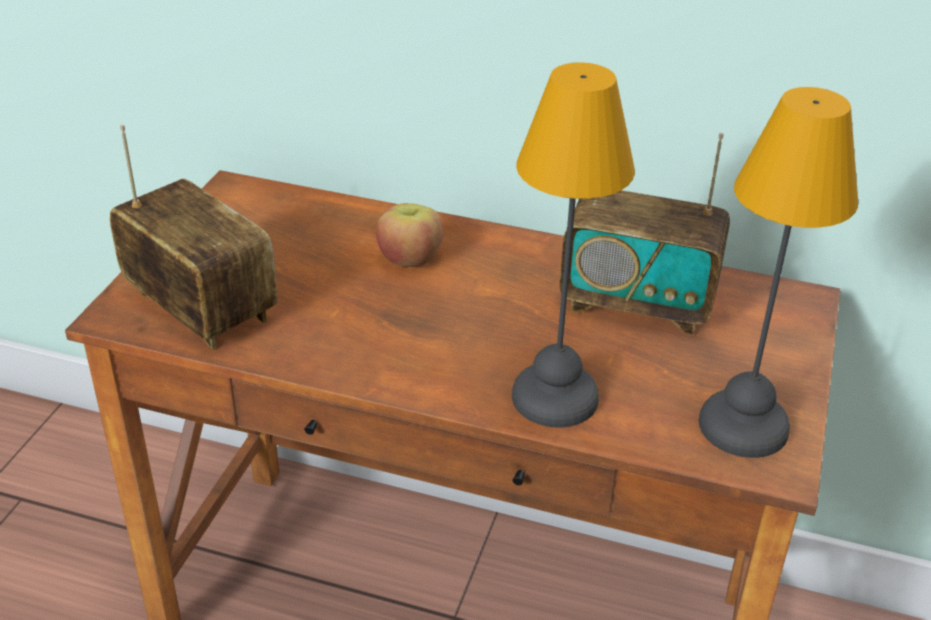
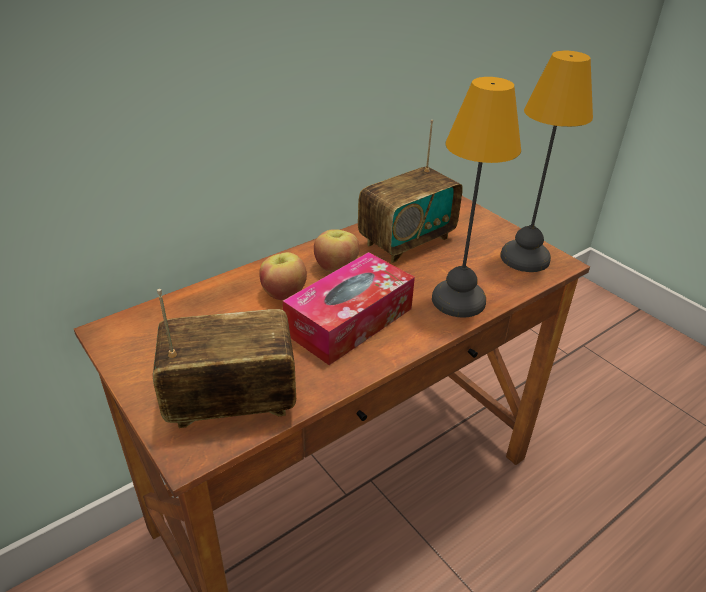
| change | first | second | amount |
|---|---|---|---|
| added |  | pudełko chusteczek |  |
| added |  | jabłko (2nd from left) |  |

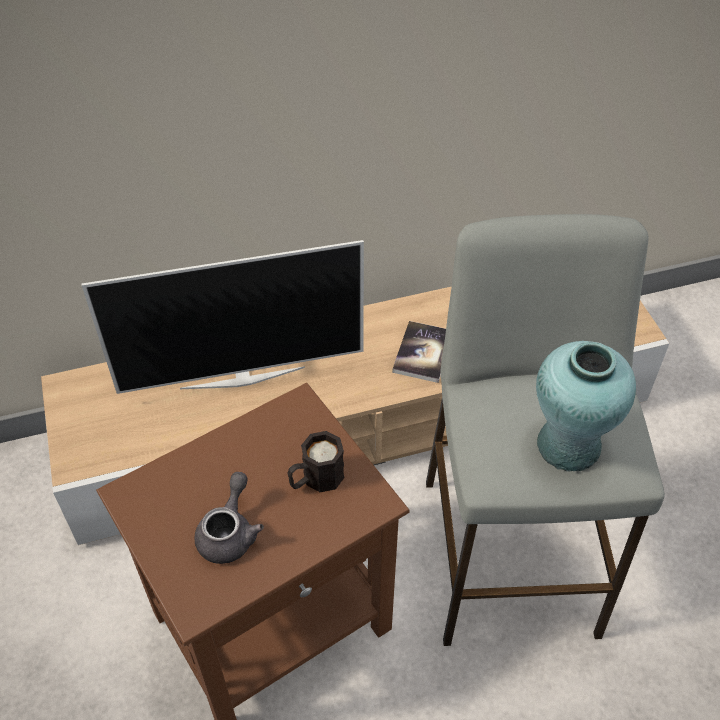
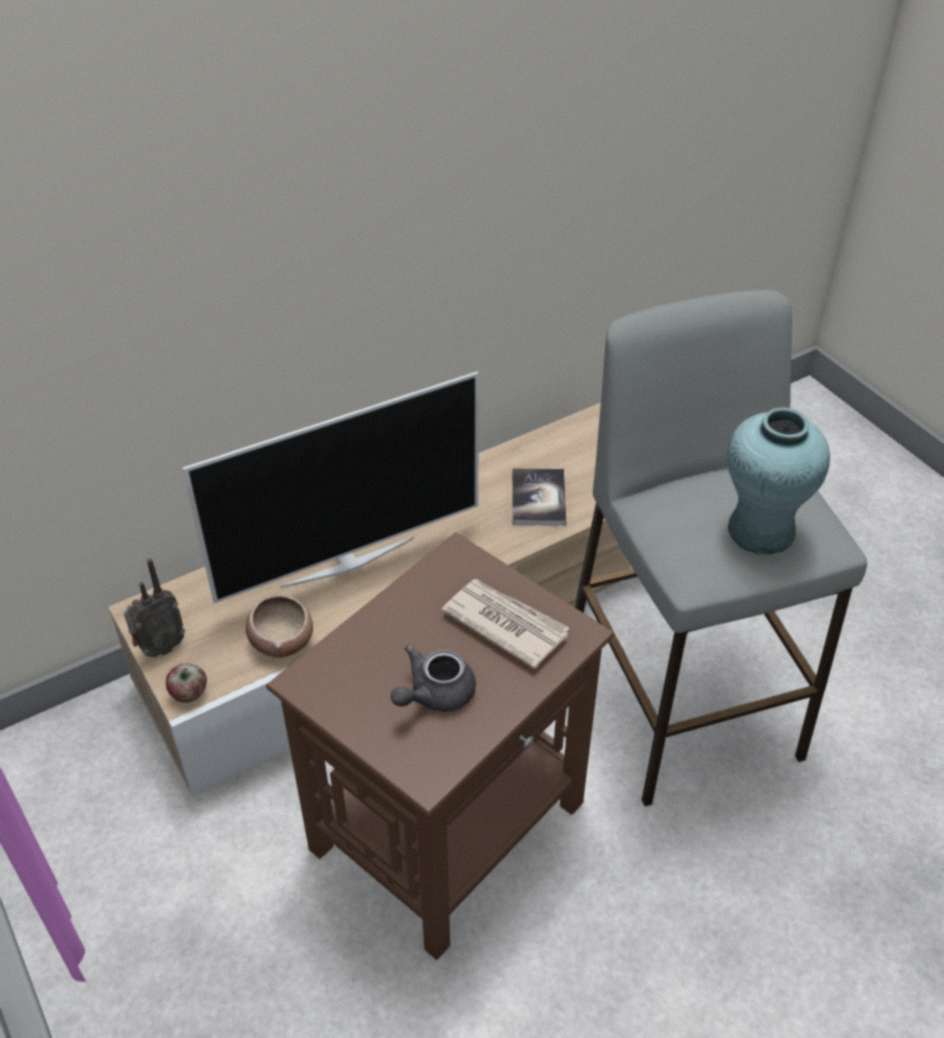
| change | first | second | amount |
|---|---|---|---|
| added |  | radio |  |
| added |  | jabłko |  |
| added |  | miska |  |
| turned | imbryk/szary |  | 135 degrees counterclockwise |
| replaced | kubek/czarny | gazeta |  |

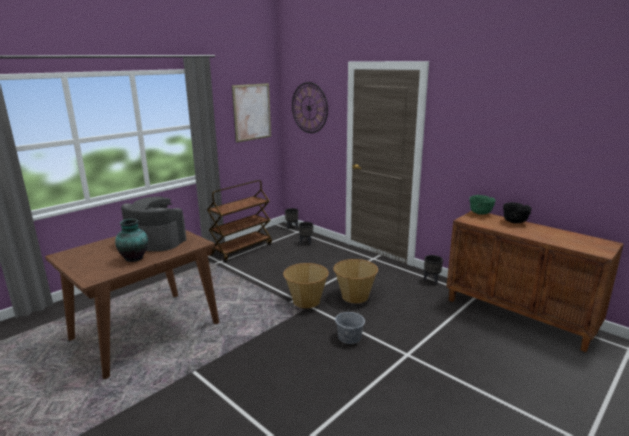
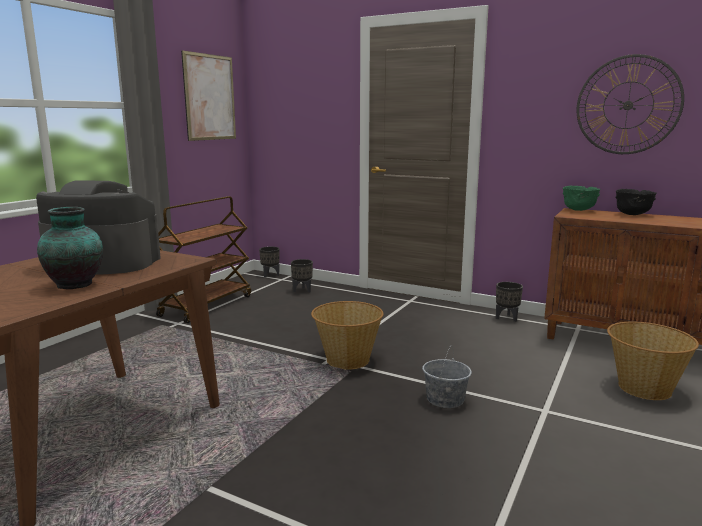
| change | first | second | amount |
|---|---|---|---|
| moved | zegar ścienny |  |  |
| moved | koszyk (2nd from left) |  |  |

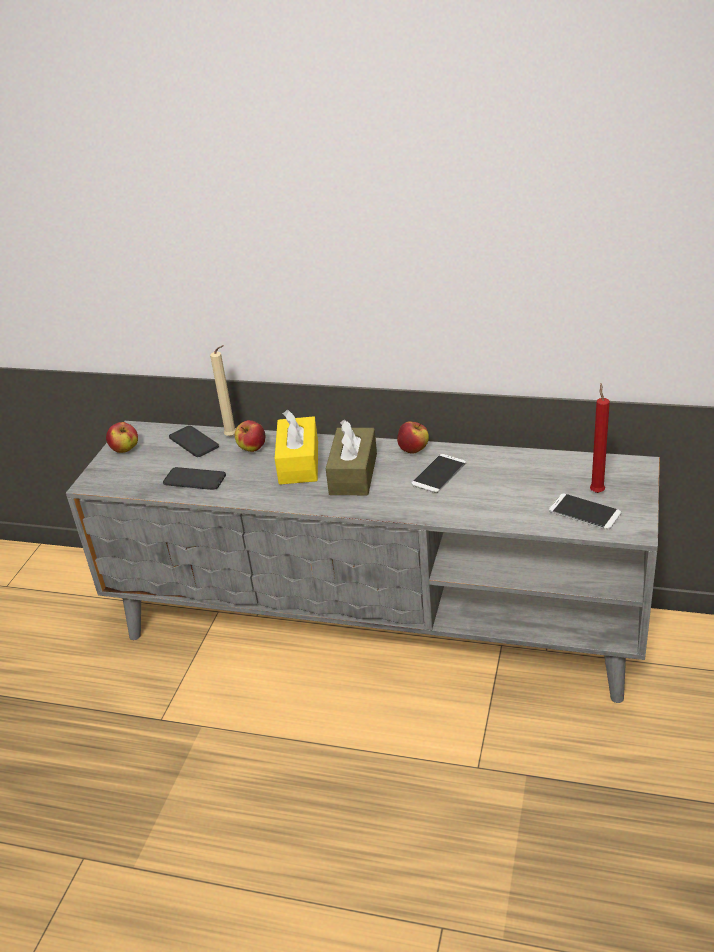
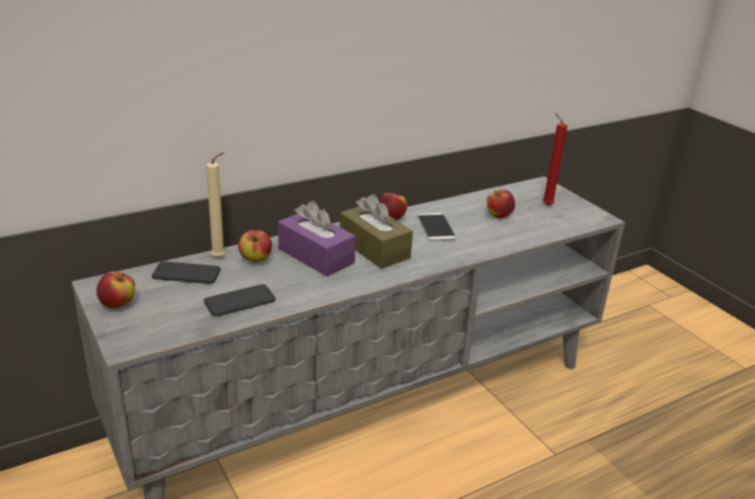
| change | first | second | amount |
|---|---|---|---|
| recoloured | pudełko chusteczek/żółty | pudełko chusteczek/fioletowy |  |
| added |  | jabłko (4th from left) |  |
| removed | telefon (4th from left) |  |  |

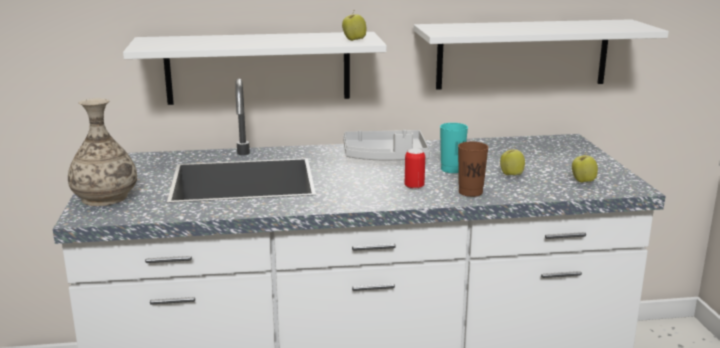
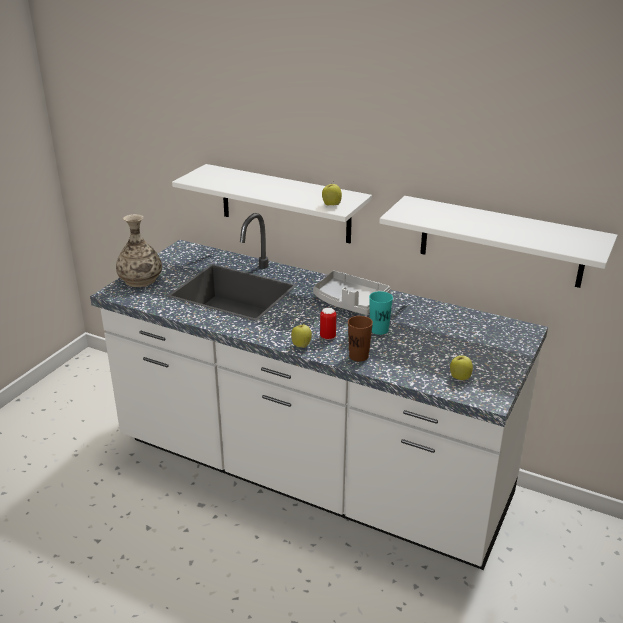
| change | first | second | amount |
|---|---|---|---|
| moved | jabłko (2nd from left in the first image) | jabłko (1st from left) |  |

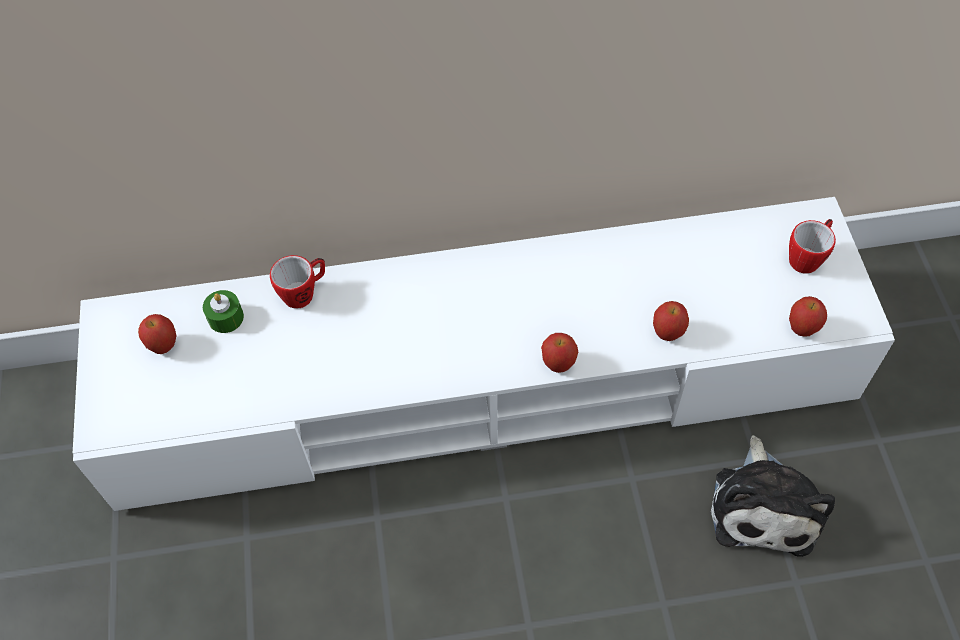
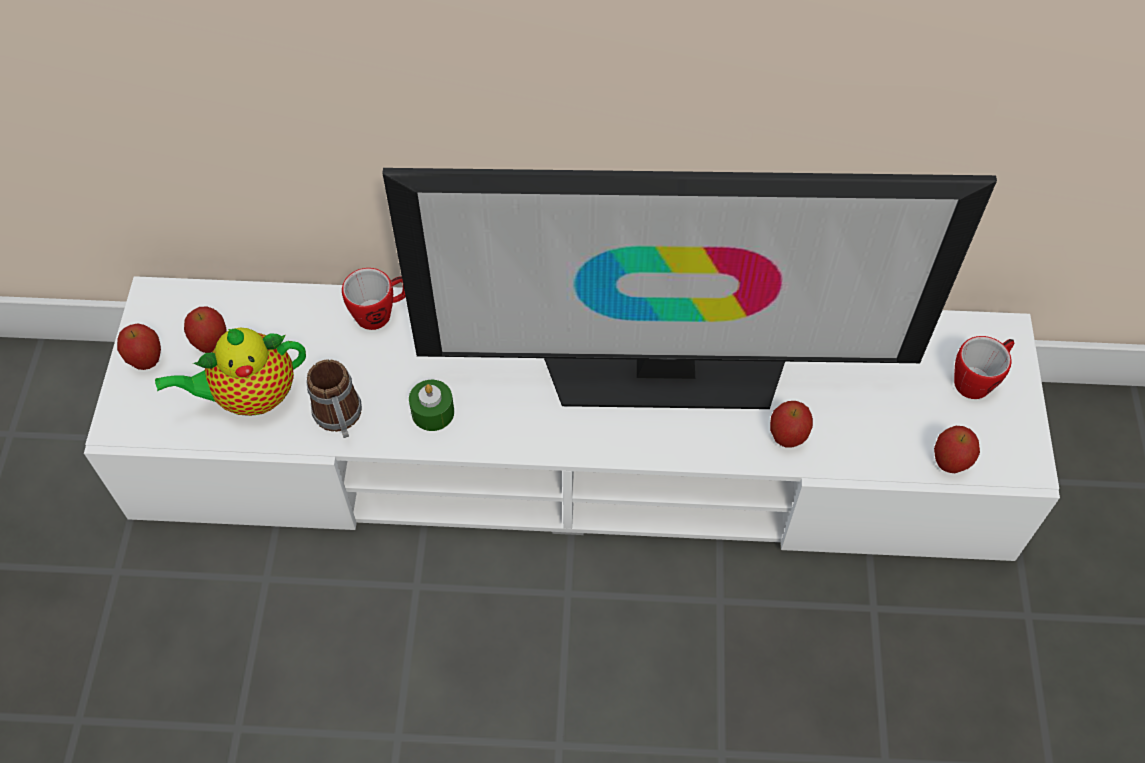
| change | first | second | amount |
|---|---|---|---|
| moved | jabłko (2nd from left in the first image) | jabłko (1st from left) |  |
| added |  | imbryk |  |
| added |  | kubek (1st from left) |  |
| added |  | telewizor |  |
| moved | świeca/zielony |  |  |
| removed | pluszak |  |  |

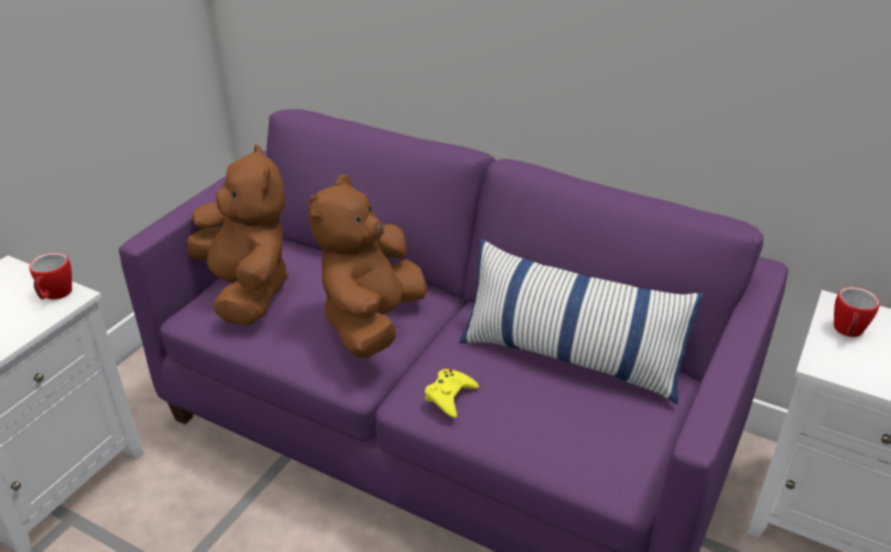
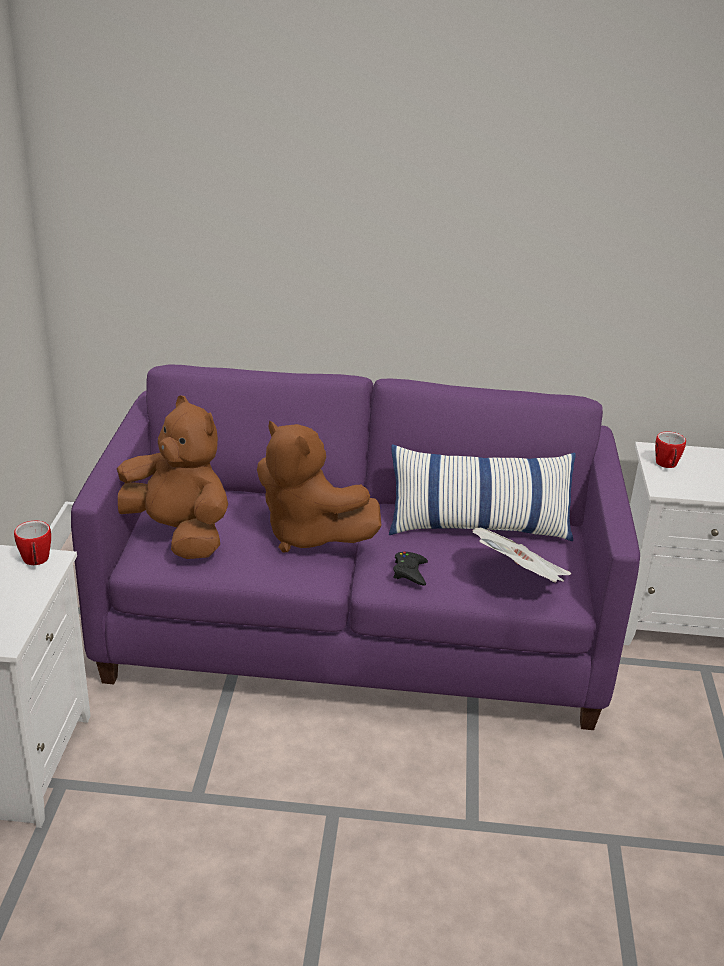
| change | first | second | amount |
|---|---|---|---|
| turned | pluszak/brązowy (2nd from left) |  | 45 degrees counterclockwise |
| recoloured | pad do gier/żółty | pad do gier/czarny |  |
| added |  | gazeta |  |

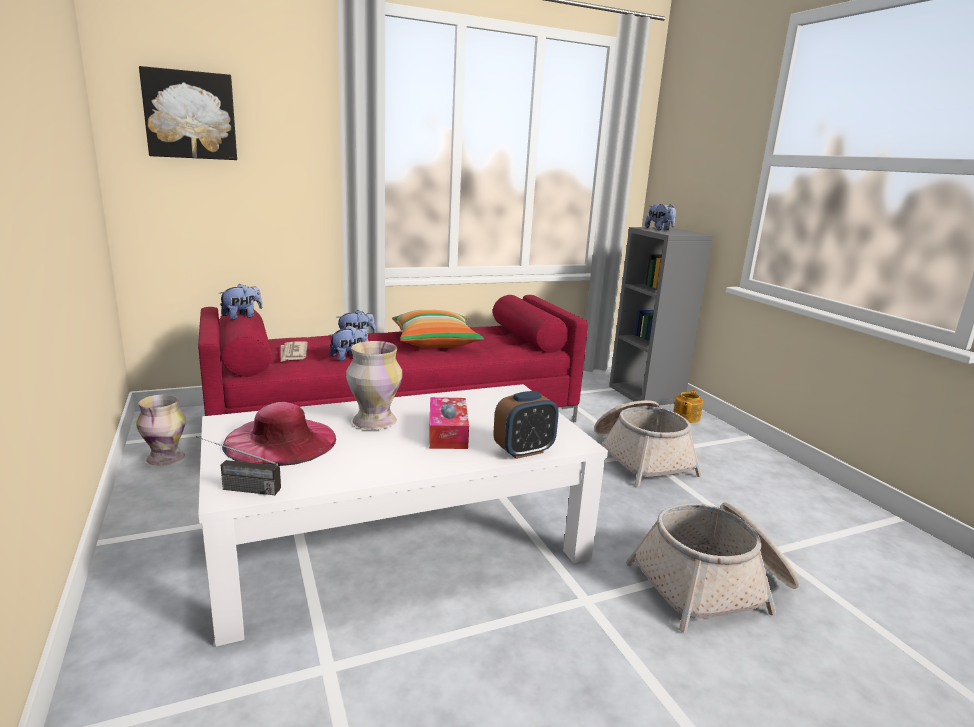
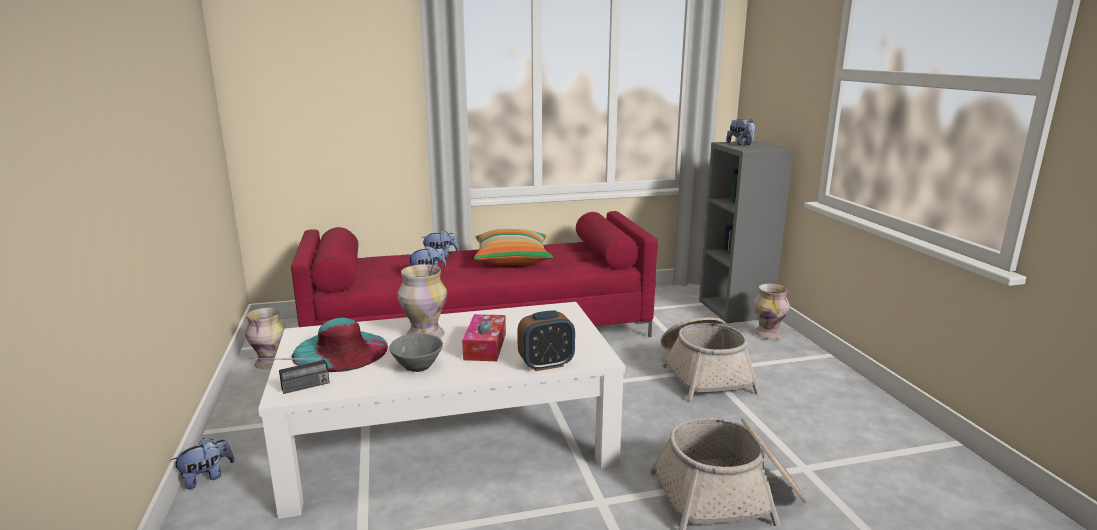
| change | first | second | amount |
|---|---|---|---|
| moved | pluszak (1st from left) |  |  |
| turned | radio |  | 45 degrees counterclockwise |
| recoloured | kapelusz/różowy | kapelusz/turkusowy |  |
| added |  | miska/szary |  |
| replaced | imbryk | wazon (3rd from left) |  |
| removed | obraz |  |  |
| removed | gazeta |  |  |

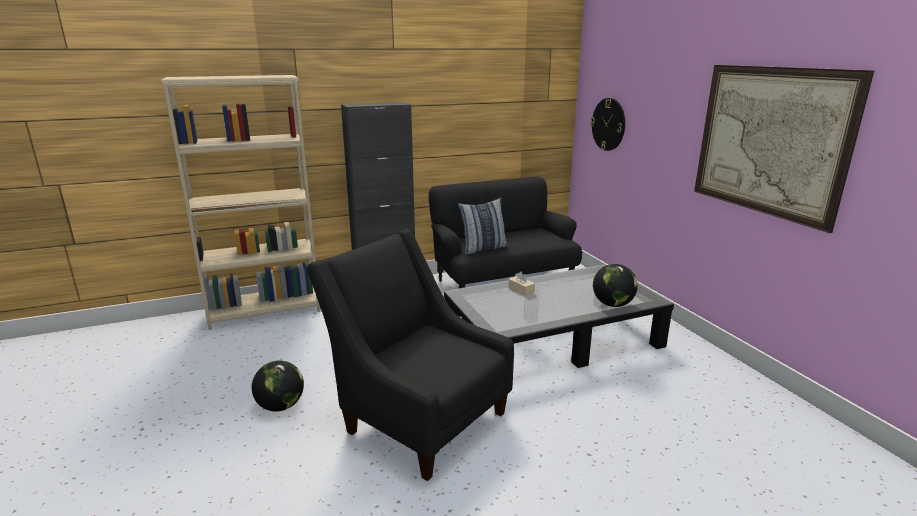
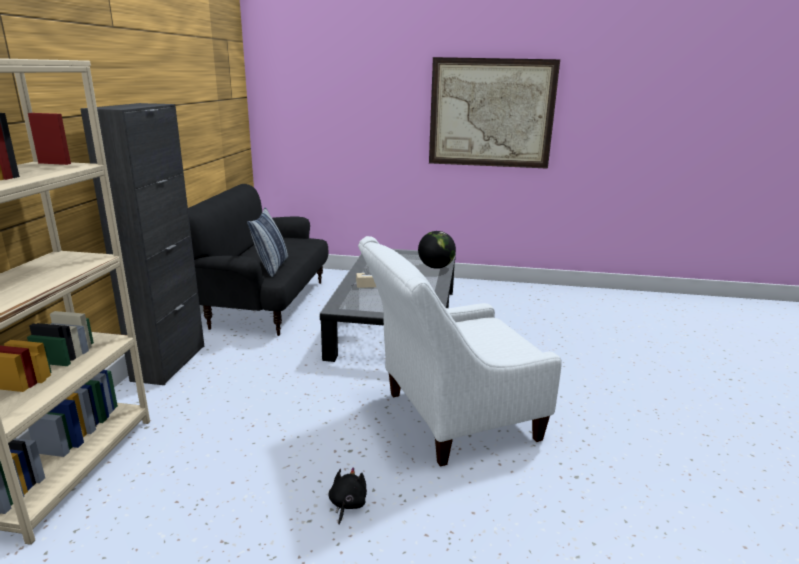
| change | first | second | amount |
|---|---|---|---|
| replaced | globus (1st from left) | pluszak/czarny |  |
| recoloured | fotel/czarny | fotel/biały |  |
| removed | zegar ścienny |  |  |

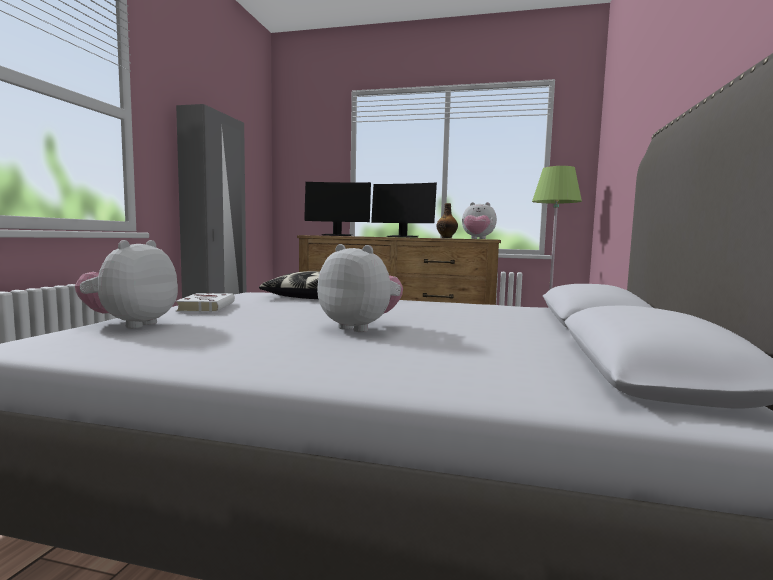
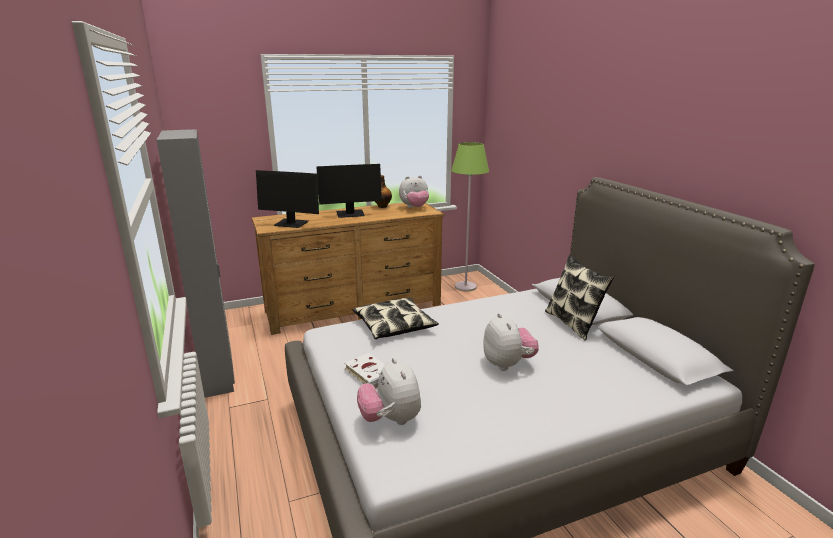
| change | first | second | amount |
|---|---|---|---|
| turned | monitor (1st from left) |  | 45 degrees clockwise |
| turned | pluszak (2nd from left in the first image) | pluszak (3rd from left) | 75 degrees clockwise |
| added |  | poduszka (2nd from left) |  |

